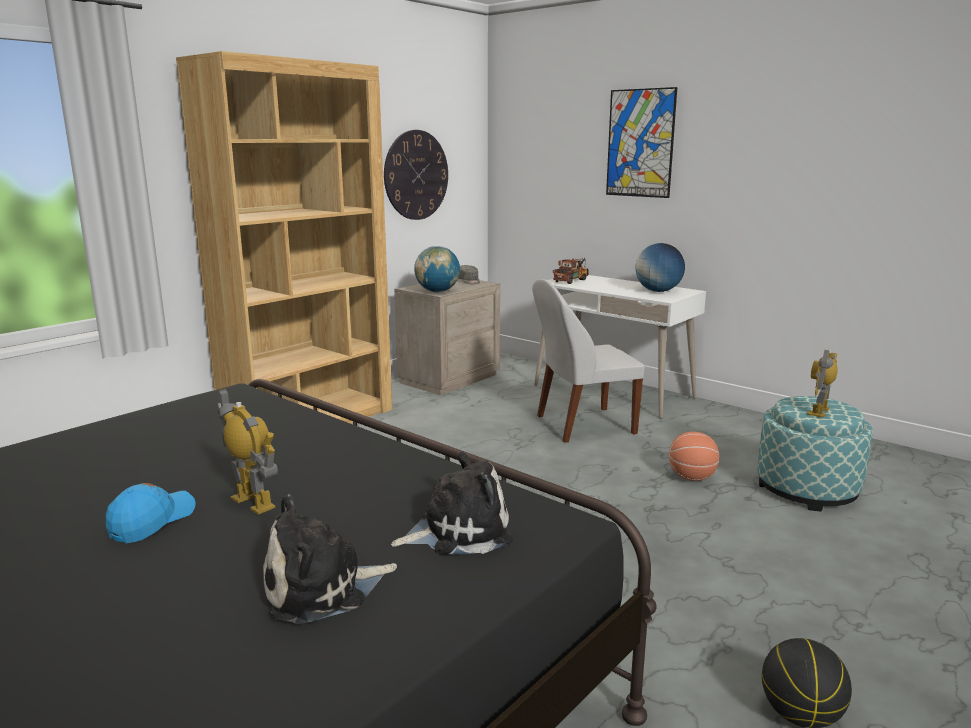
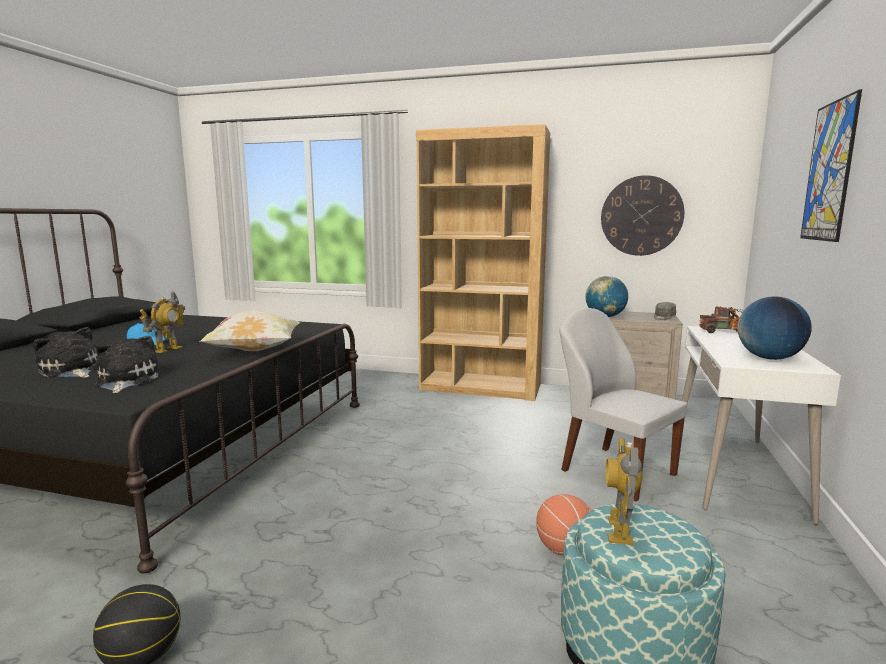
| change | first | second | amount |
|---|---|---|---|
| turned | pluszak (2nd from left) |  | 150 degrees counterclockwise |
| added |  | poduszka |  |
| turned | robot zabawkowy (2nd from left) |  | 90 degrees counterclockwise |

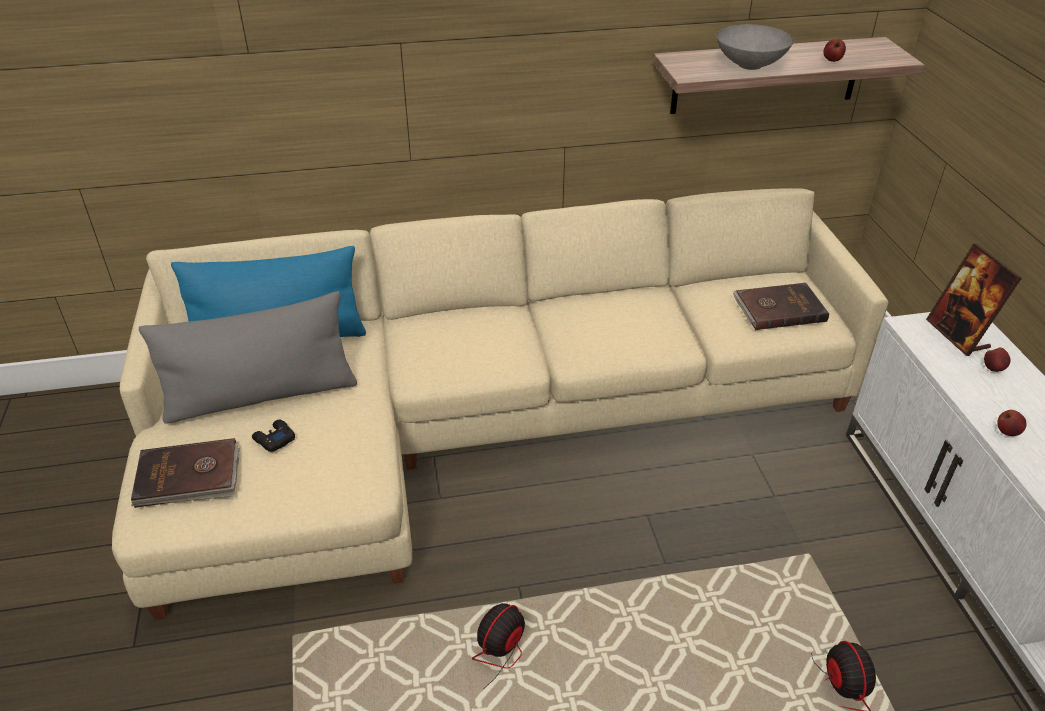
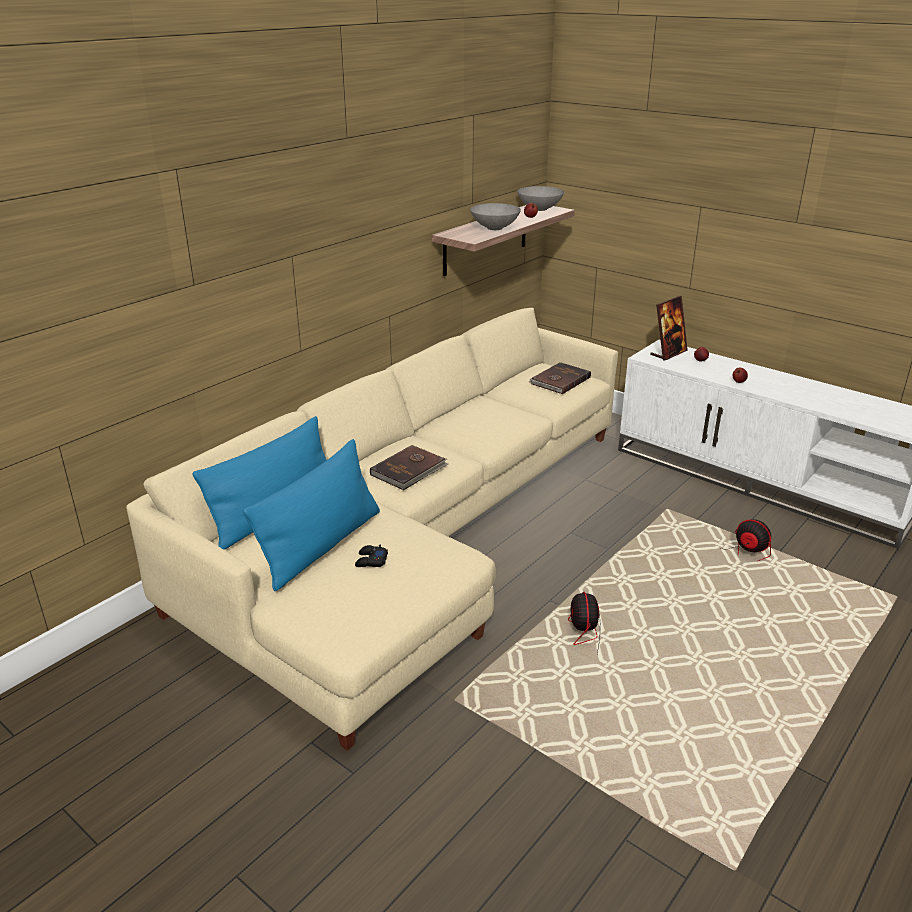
| change | first | second | amount |
|---|---|---|---|
| recoloured | poduszka/szary | poduszka/niebieski (2nd from left) |  |
| moved | książka/brązowy (1st from left) |  |  |
| added |  | miska/szary (2nd from left) |  |
| turned | ramka na zdjęcie |  | 75 degrees counterclockwise |

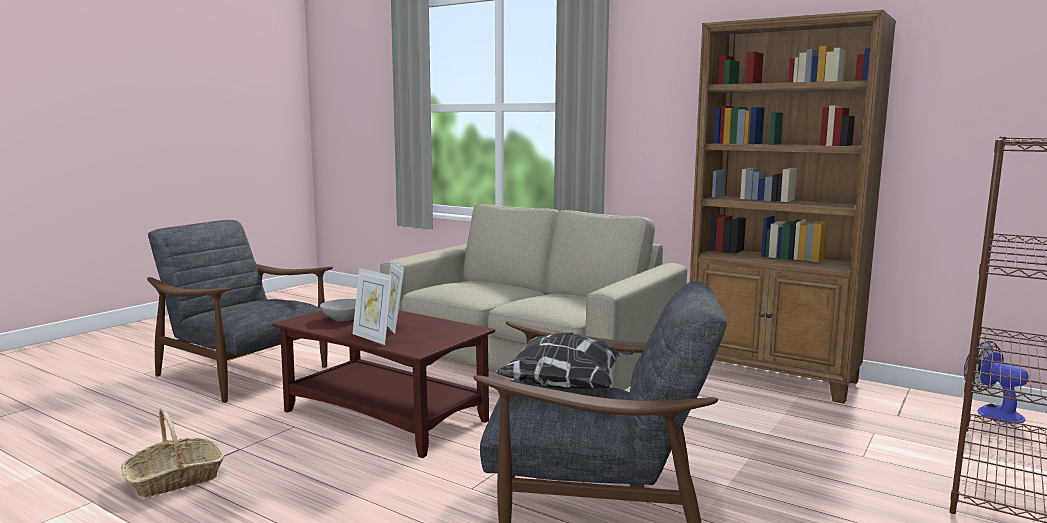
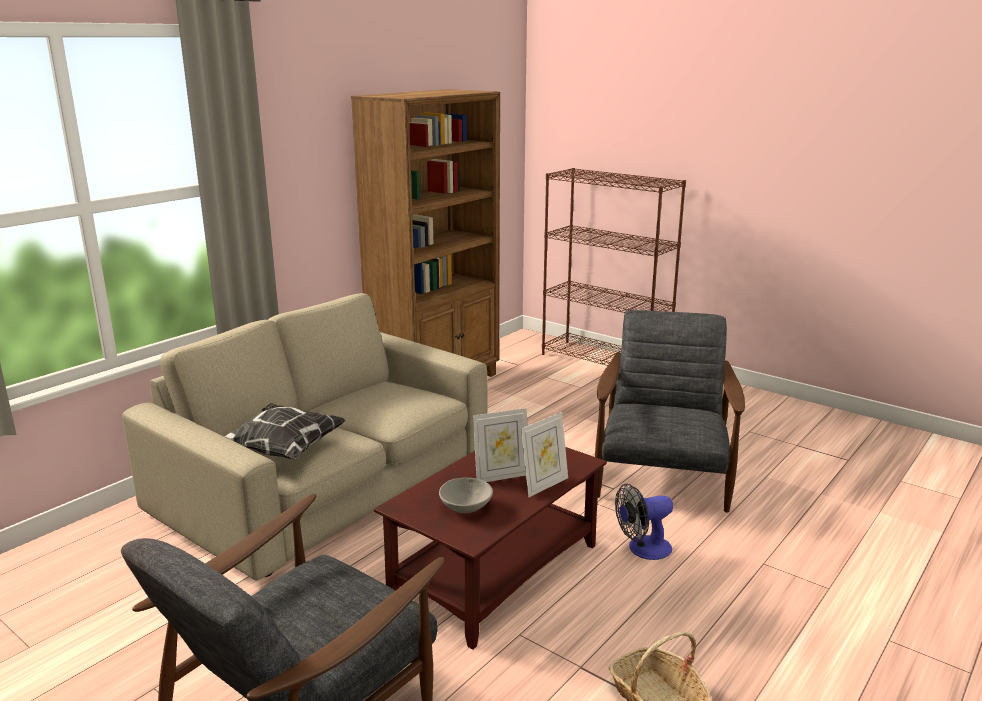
| change | first | second | amount |
|---|---|---|---|
| moved | poduszka |  |  |
| moved | wentylator |  |  |

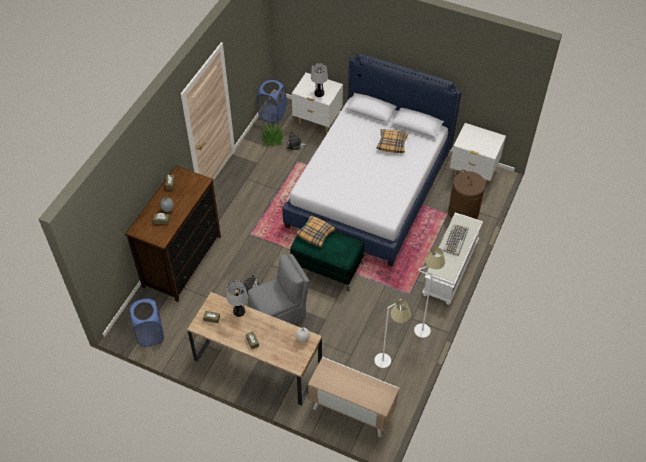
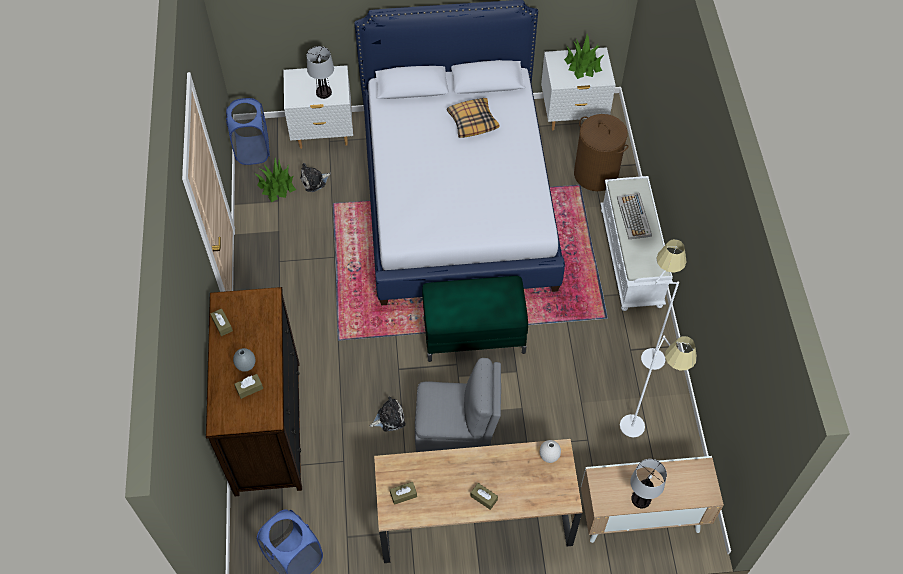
| change | first | second | amount |
|---|---|---|---|
| turned | krzesło/szary |  | 60 degrees clockwise |
| added |  | roślina doniczkowa (2nd from left) |  |
| moved | lampa stołowa (1st from left in the first image) | lampa stołowa (2nd from left) |  |
| removed | poduszka (1st from left) |  |  |

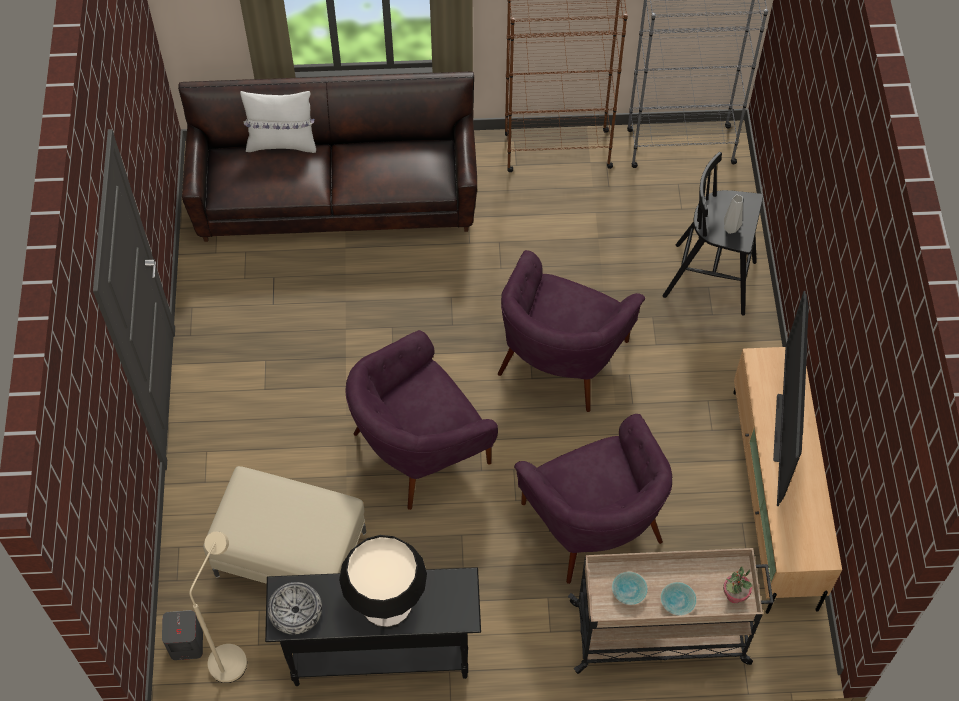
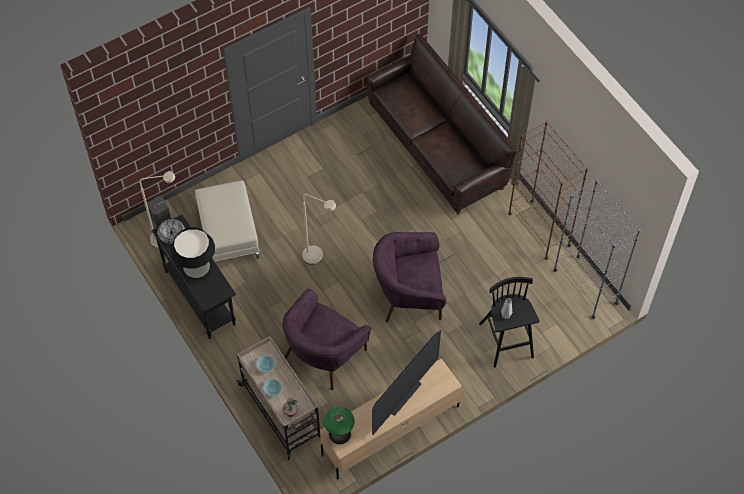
| change | first | second | amount |
|---|---|---|---|
| replaced | fotel/fioletowy (1st from left) | lampa stojąca/beżowy (2nd from left) |  |
| added |  | lampa stołowa (2nd from left) |  |
| turned | telewizor |  | 150 degrees clockwise |
| removed | poduszka/biały |  |  |

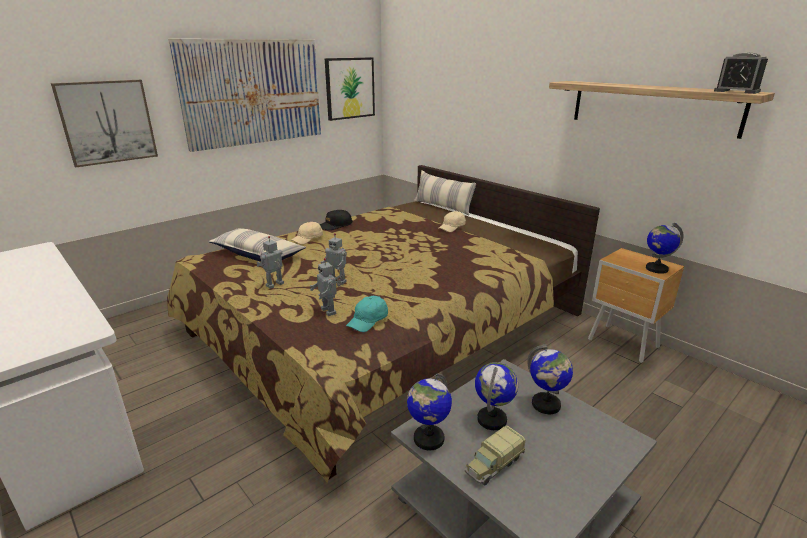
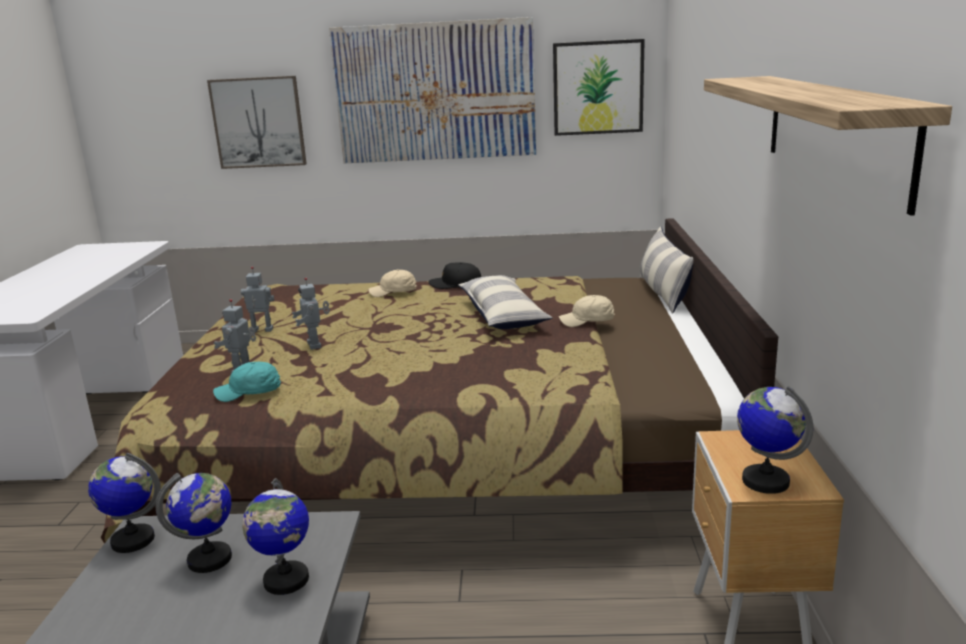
| change | first | second | amount |
|---|---|---|---|
| moved | poduszka (1st from left) |  |  |
| removed | ciężarówka zabawkowa |  |  |
| removed | budzik |  |  |

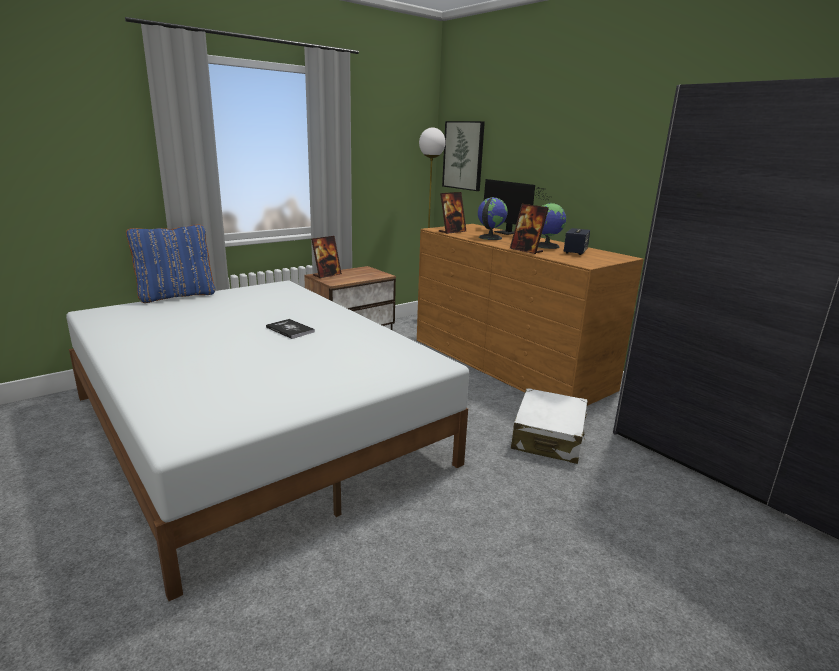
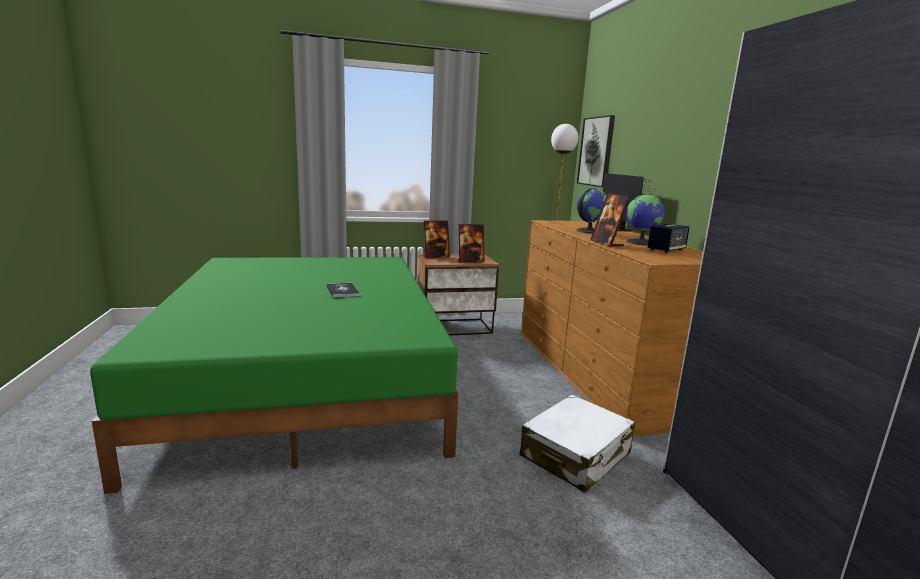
| change | first | second | amount |
|---|---|---|---|
| recoloured | łóżko/biały | łóżko/zielony |  |
| moved | ramka na zdjęcie (2nd from left) |  |  |
| removed | poduszka/niebieski |  |  |

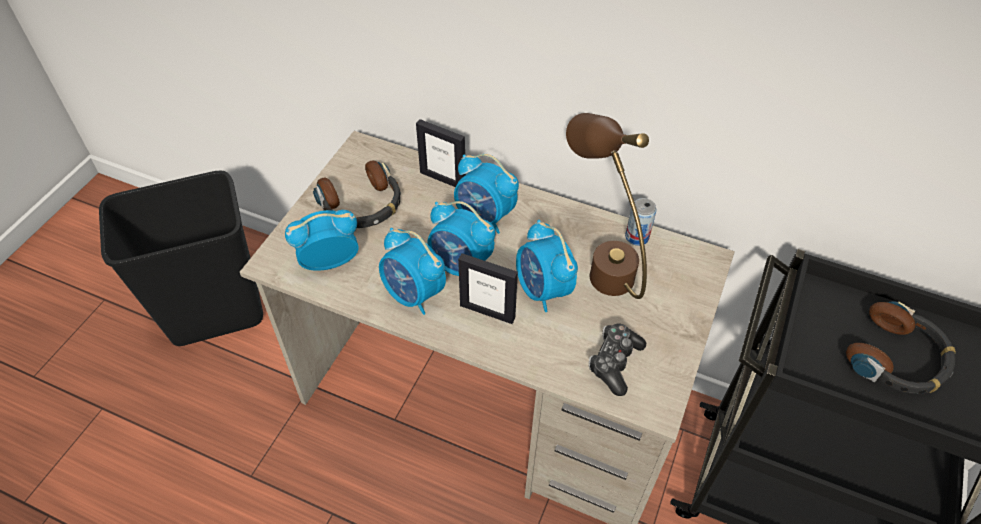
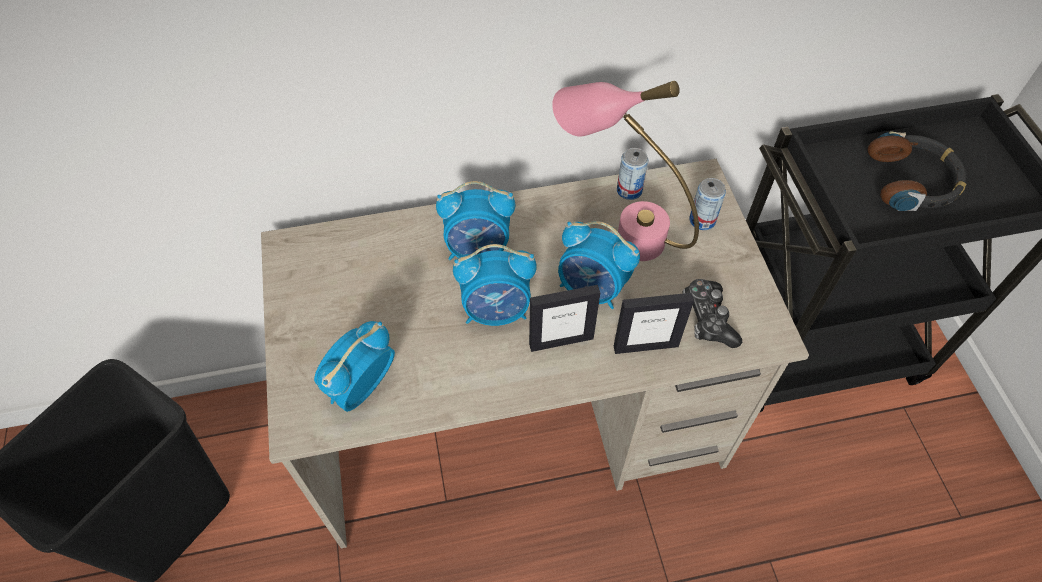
| change | first | second | amount |
|---|---|---|---|
| recoloured | lampa stołowa/brązowy | lampa stołowa/różowy |  |
| moved | ramka na zdjęcie (1st from left in the first image) | ramka na zdjęcie (2nd from left) |  |
| added |  | puszka (2nd from left) |  |
| removed | słuchawki (1st from left) |  |  |
| removed | budzik (2nd from left) |  |  |

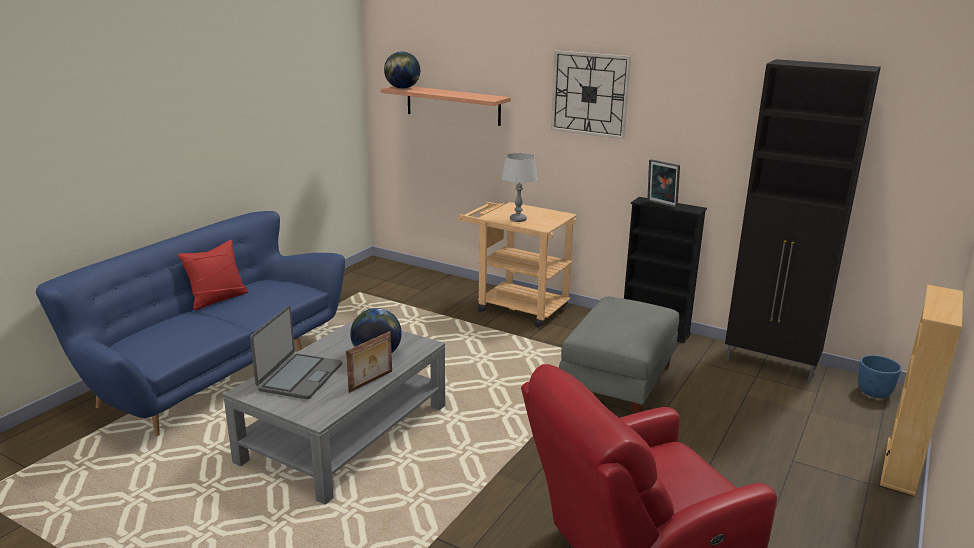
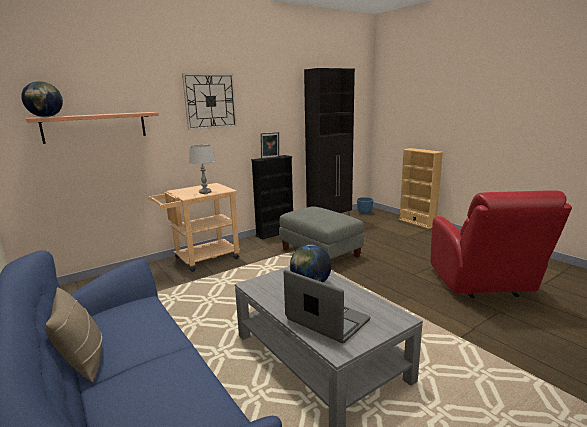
| change | first | second | amount |
|---|---|---|---|
| recoloured | poduszka/czerwony | poduszka/beżowy |  |
| removed | ramka na zdjęcie (1st from left) |  |  |

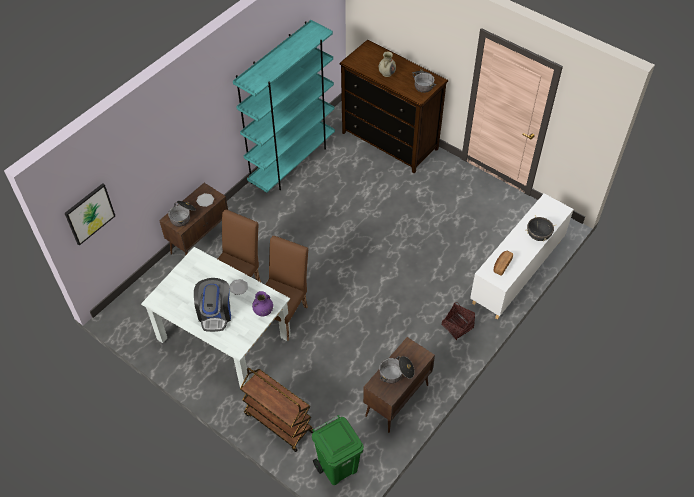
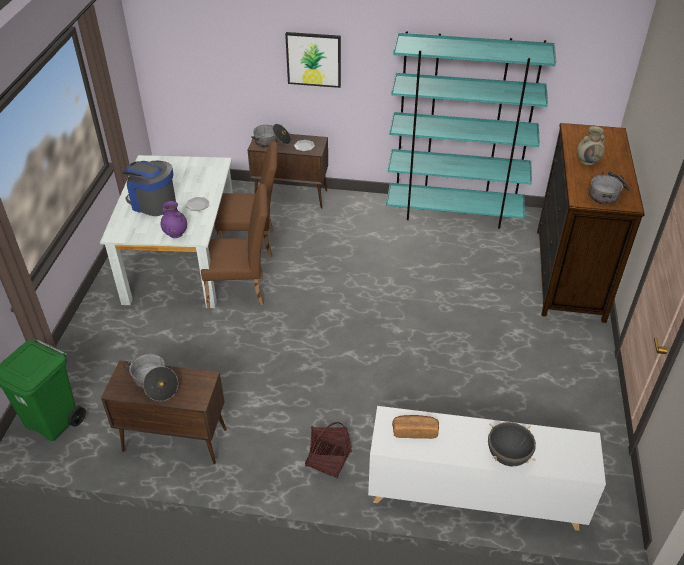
| change | first | second | amount |
|---|---|---|---|
| turned | ekspres do kawy |  | 60 degrees clockwise |
| moved | obraz |  |  |
| removed | wózek/brązowy |  |  |

